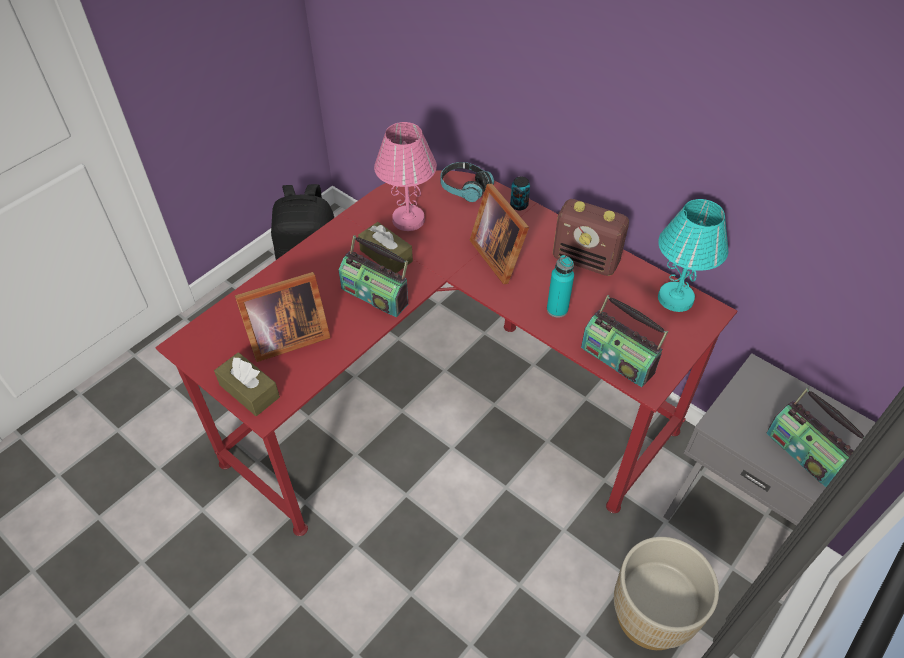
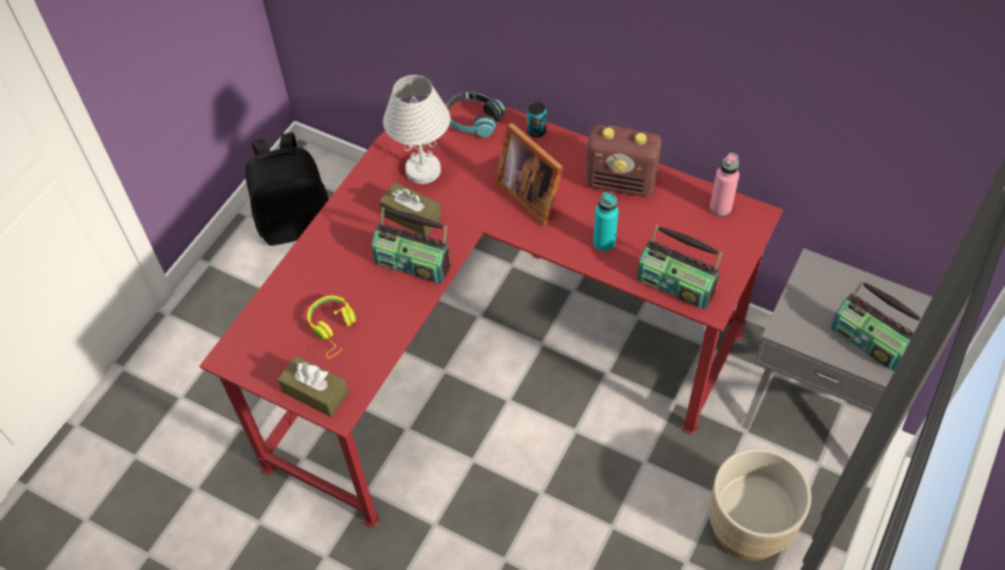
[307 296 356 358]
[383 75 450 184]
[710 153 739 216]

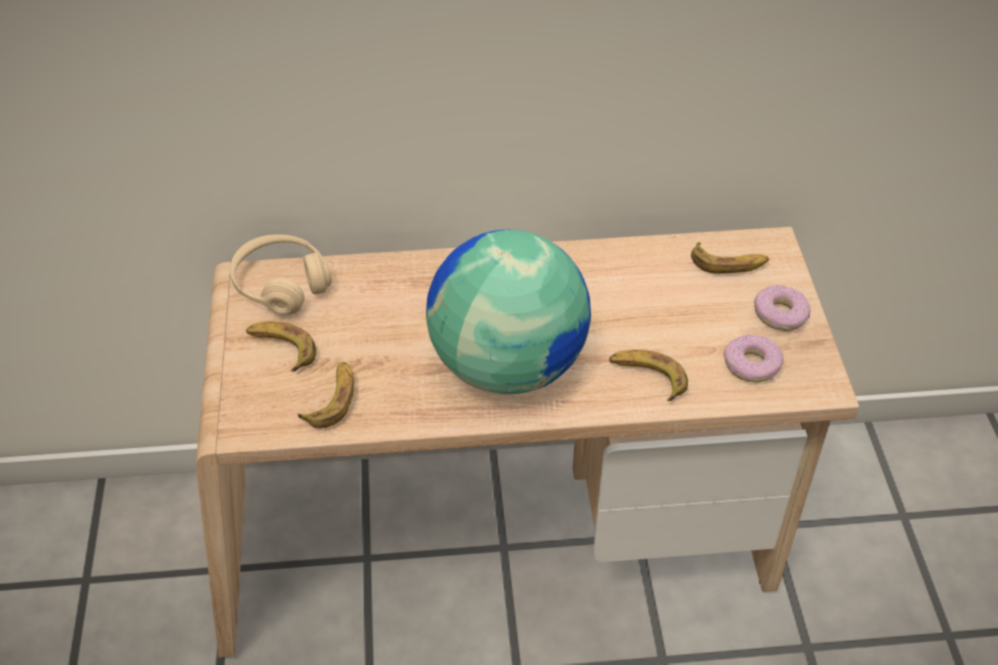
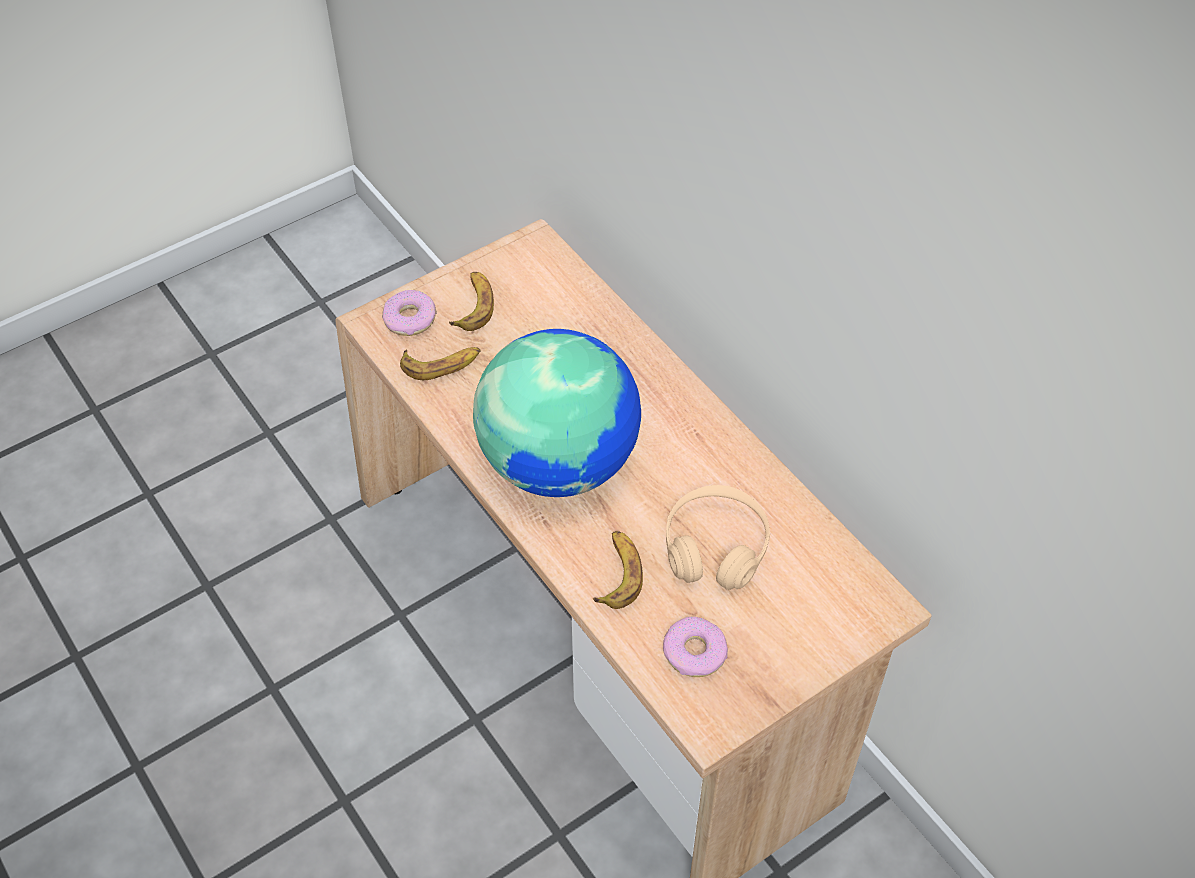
[382 290 437 336]
[666 485 770 590]
[691 242 769 274] (first image)

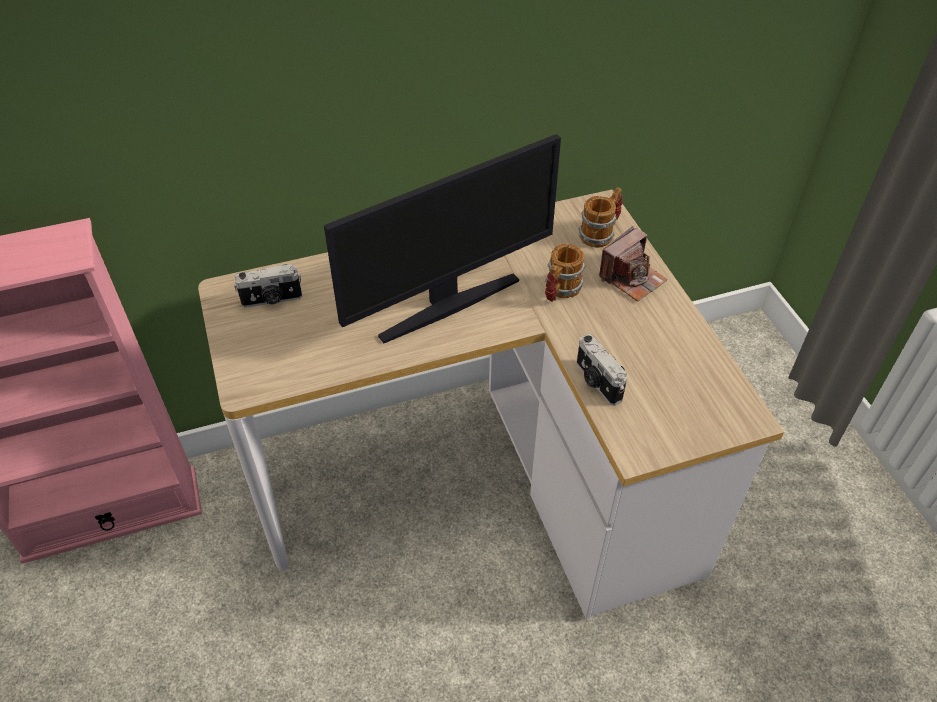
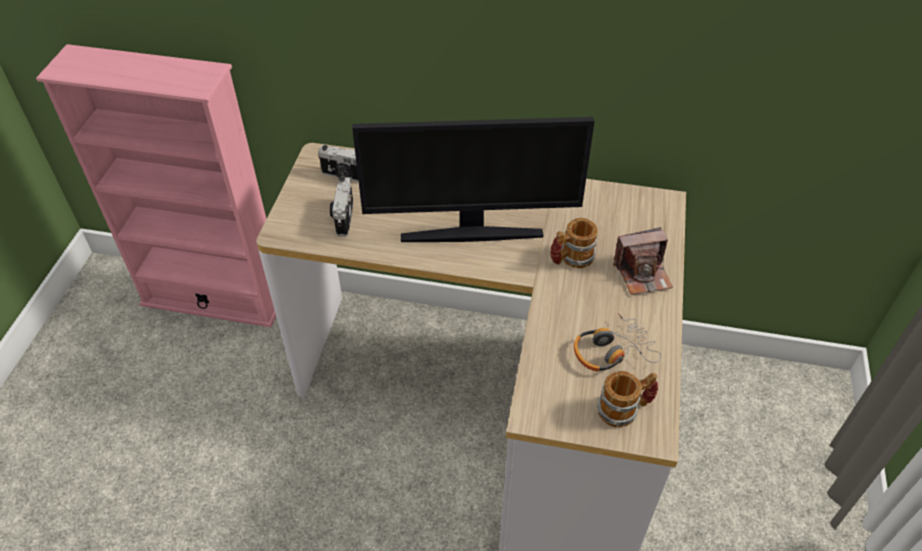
[330 177 353 237]
[574 313 662 372]
[598 371 658 427]

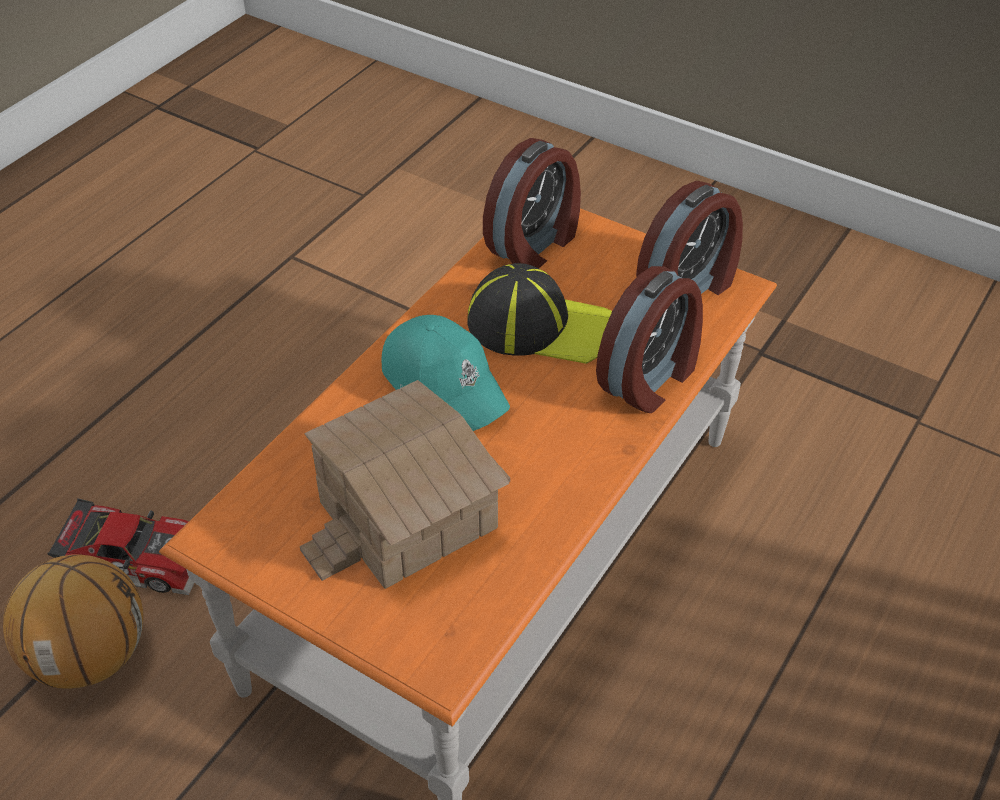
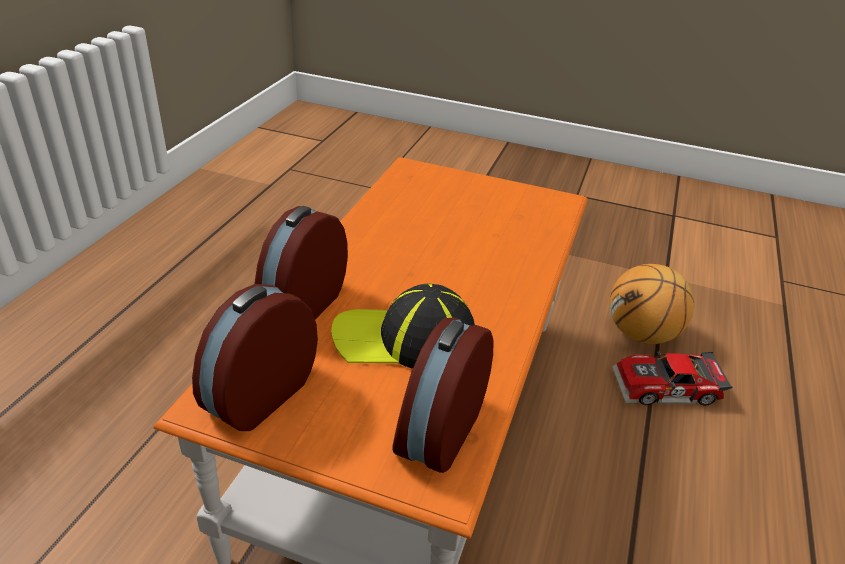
[300 380 510 589] (first image)
[382 315 510 431] (first image)

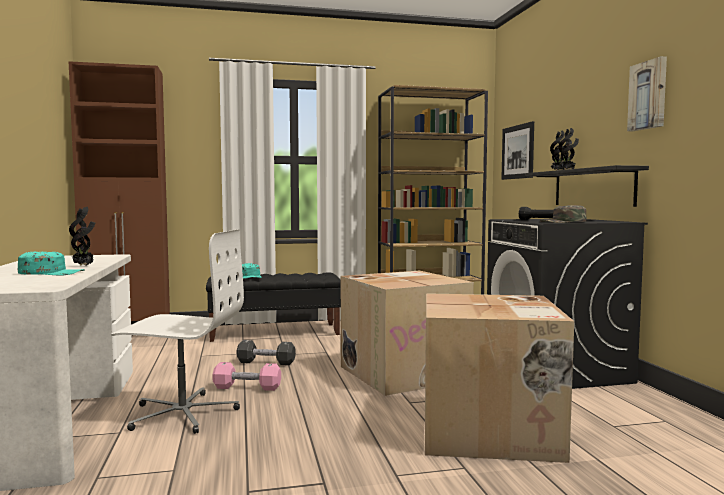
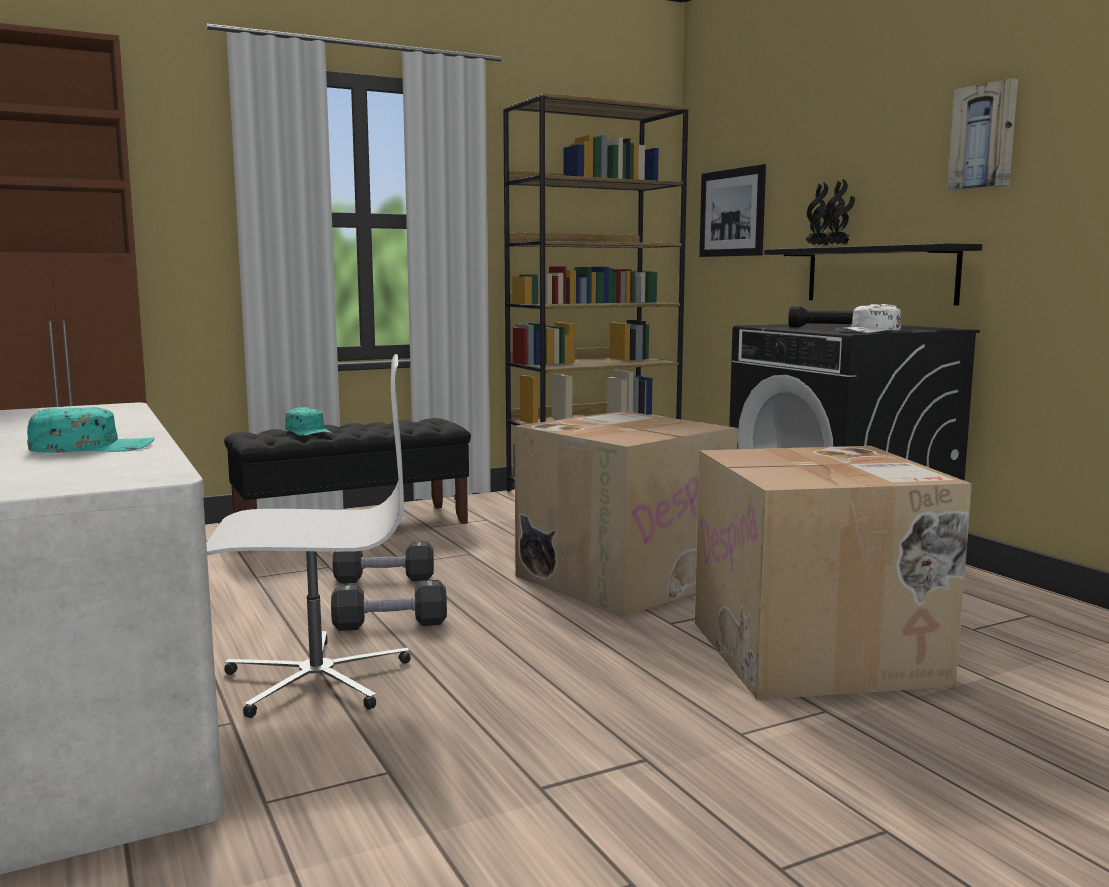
[331 580 447 631]
[835 304 901 333]
[69 207 95 266] (first image)

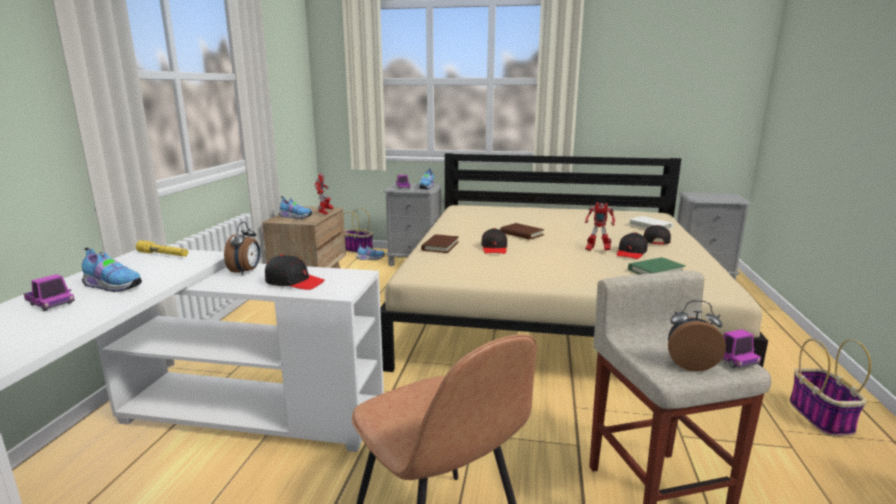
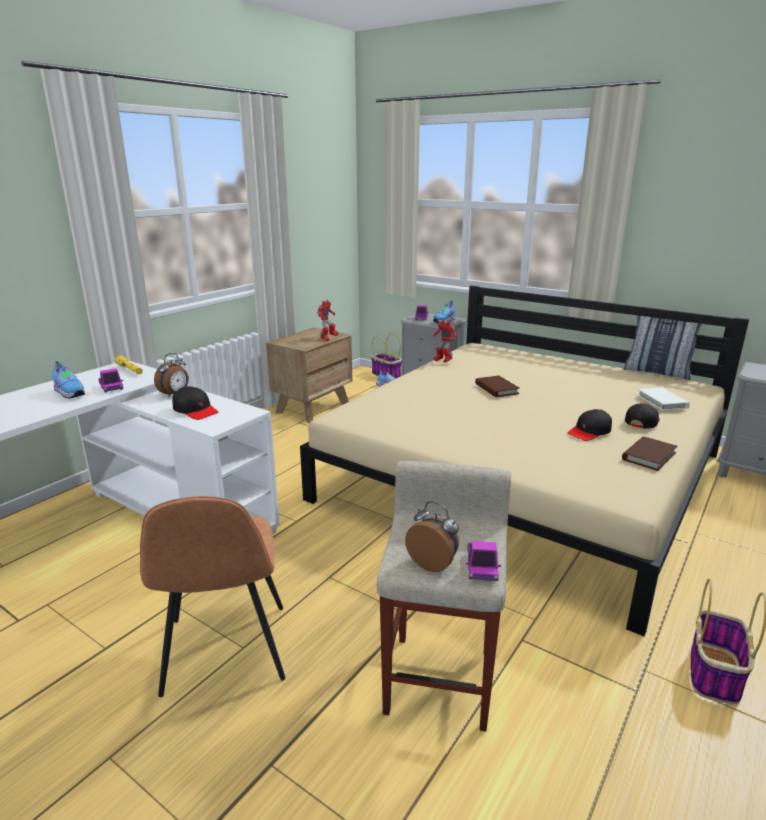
[98 368 123 392]
[433 320 457 362]
[622 436 677 471]
[624 315 701 380]
[278 196 312 219] (first image)
[481 228 507 254] (first image)
[628 257 685 275] (first image)

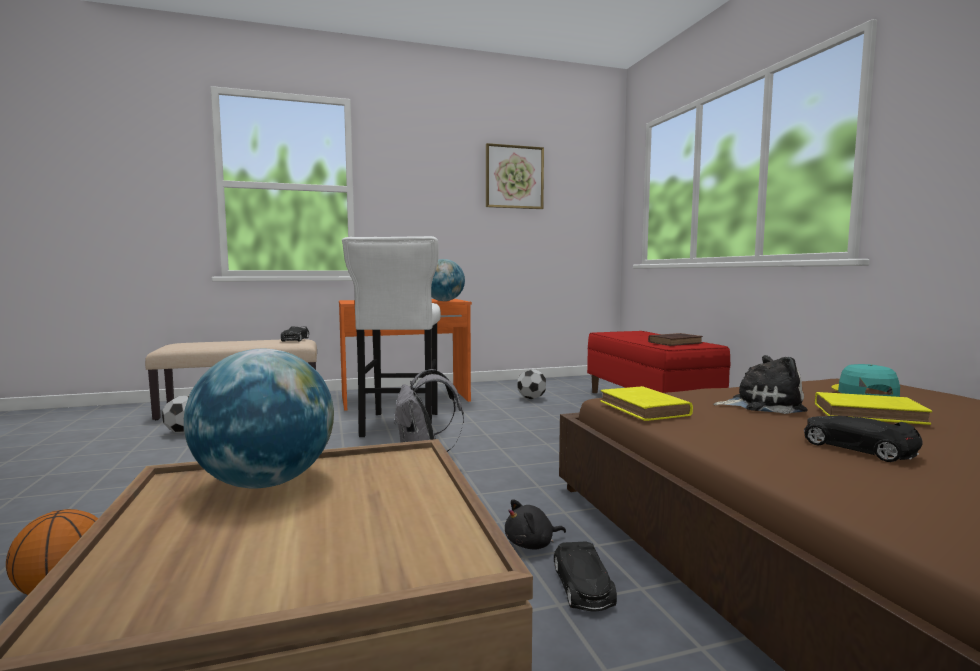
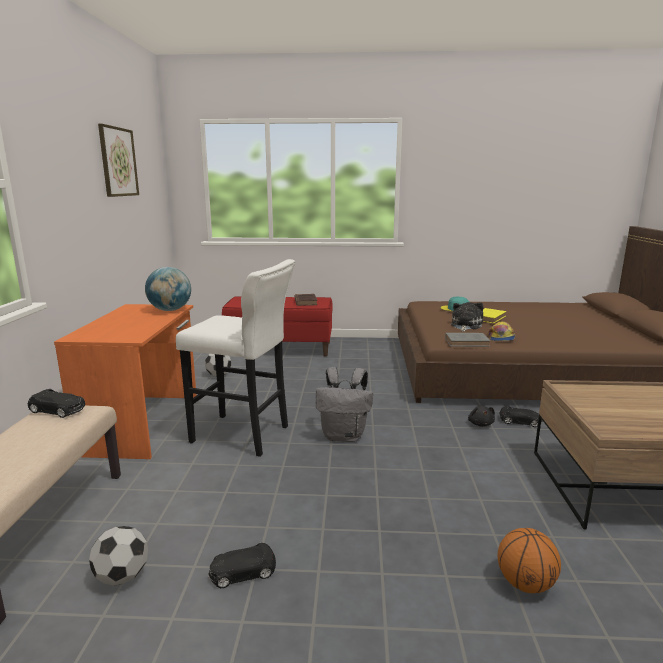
[208 543 276 588]
[445 333 490 347]
[489 321 515 341]
[184 349 334 488] (first image)

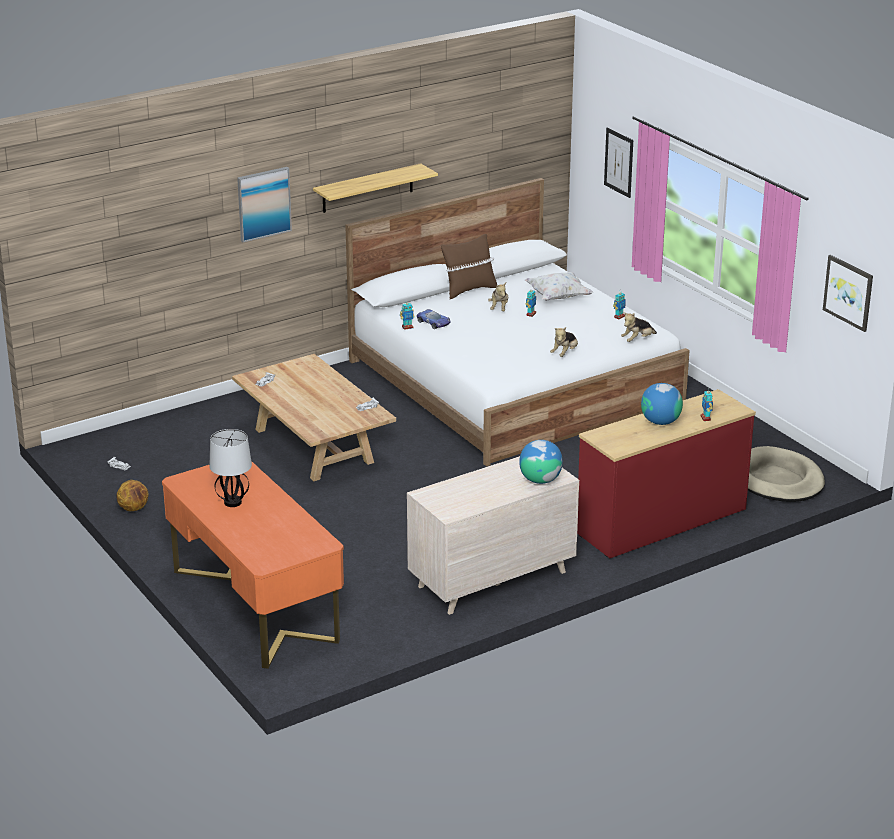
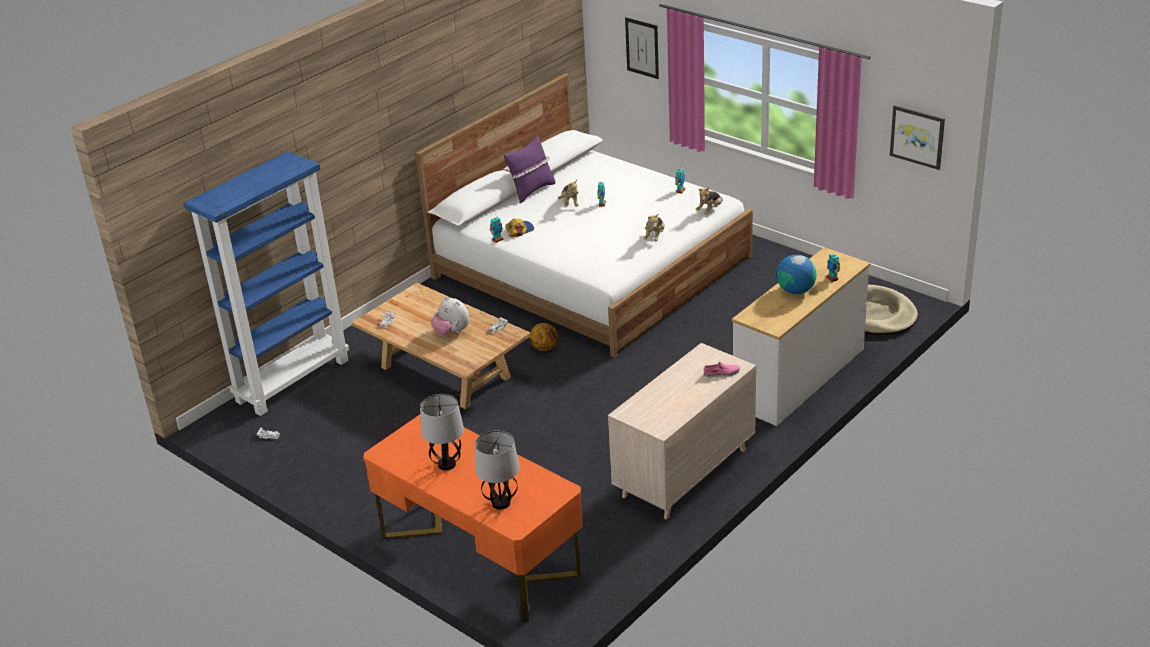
[184 151 349 416]
[431 297 470 336]
[475 430 520 510]
[504 136 556 203]
[505 218 534 237]
[530 323 558 351]
[704 362 740 378]
[732 247 870 426]
[237 167 292 242] (first image)
[313 163 438 213] (first image)
[525 272 593 301] (first image)

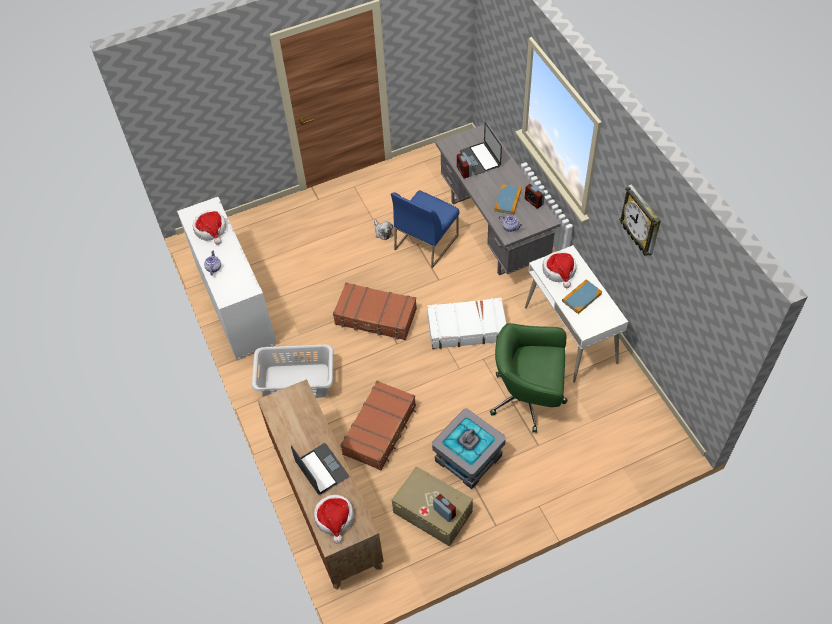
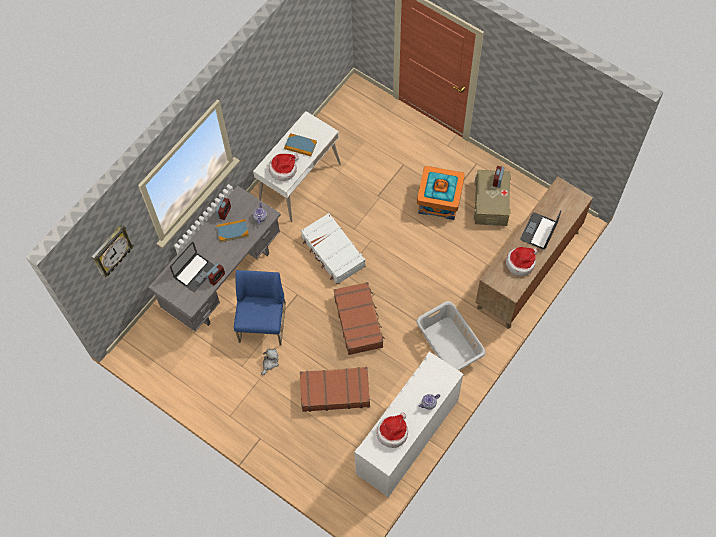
[91 224 134 277]
[234 270 286 346]
[300 367 370 412]
[417 166 465 220]
[506 247 538 276]
[490 323 568 433] (first image)

